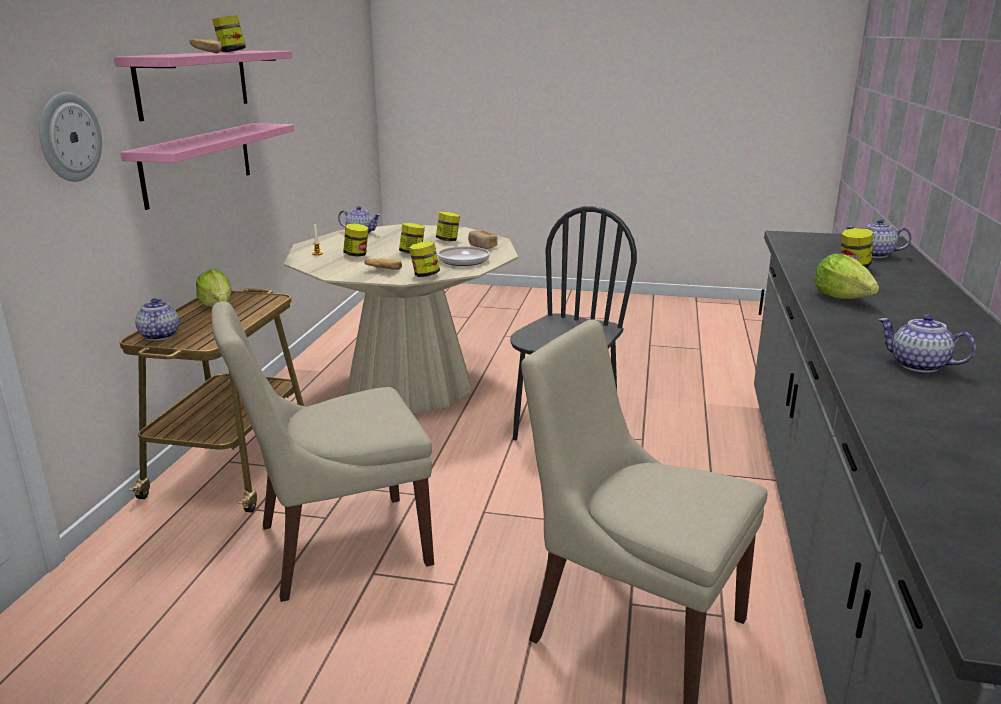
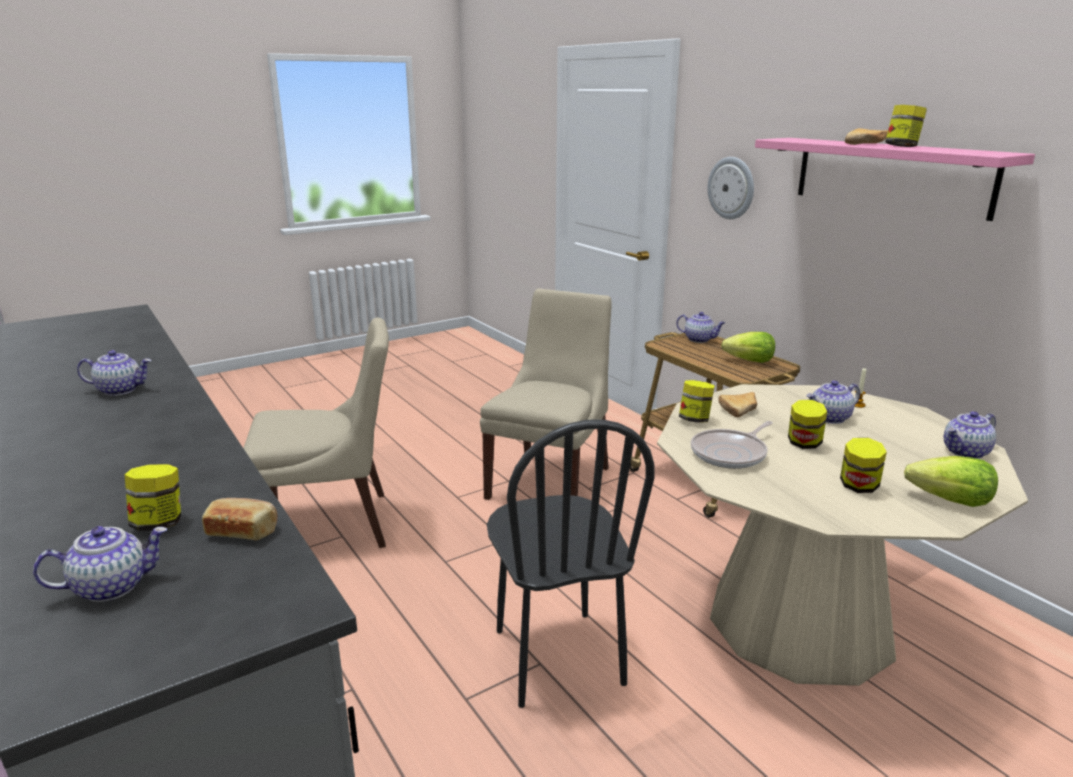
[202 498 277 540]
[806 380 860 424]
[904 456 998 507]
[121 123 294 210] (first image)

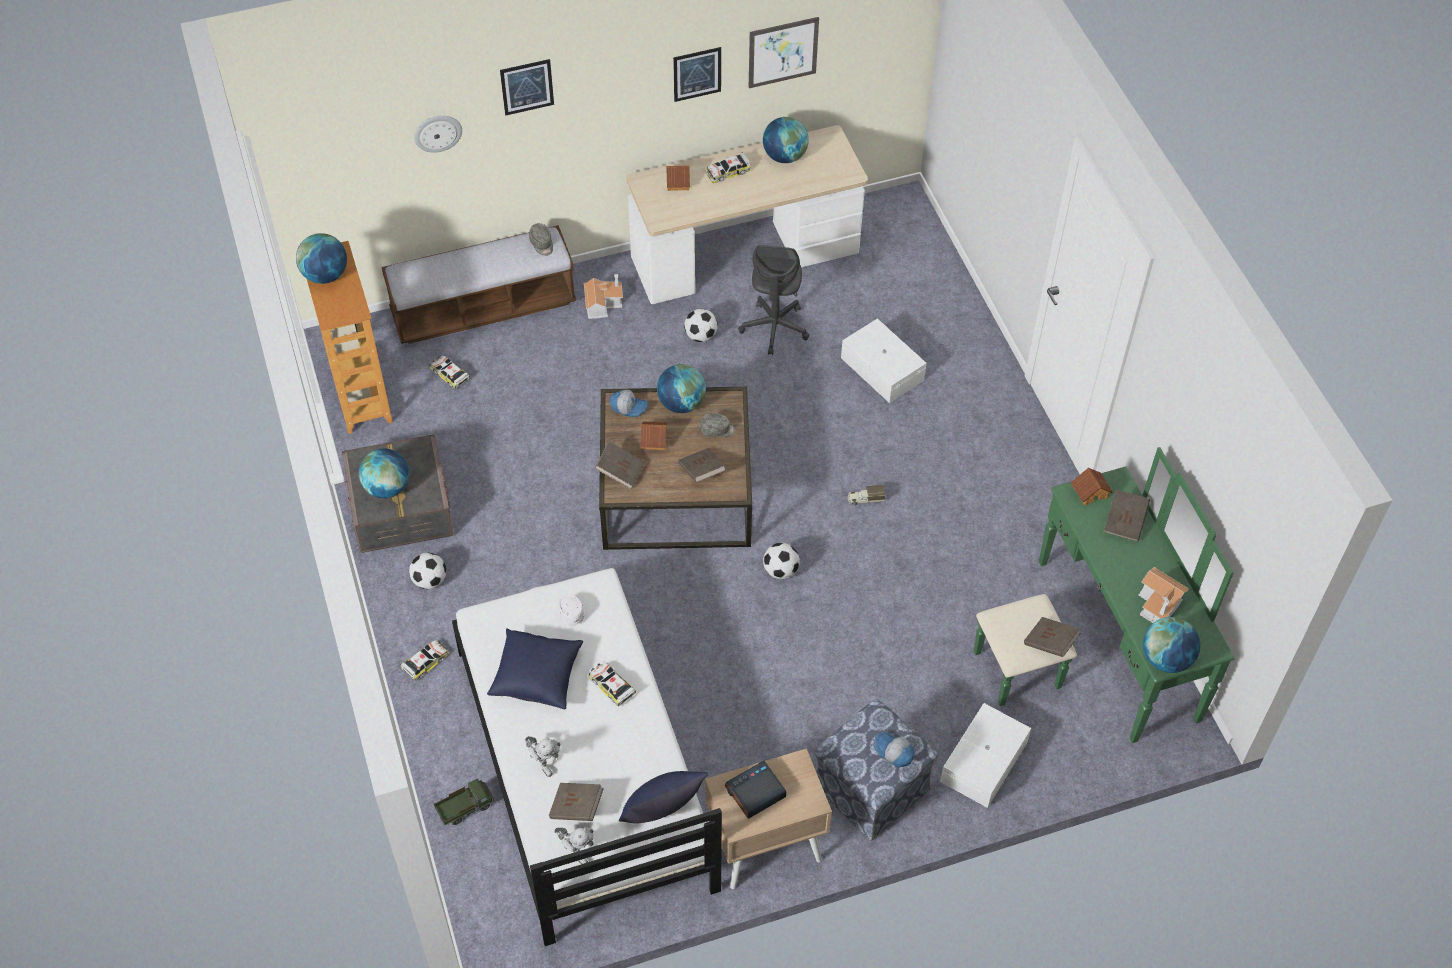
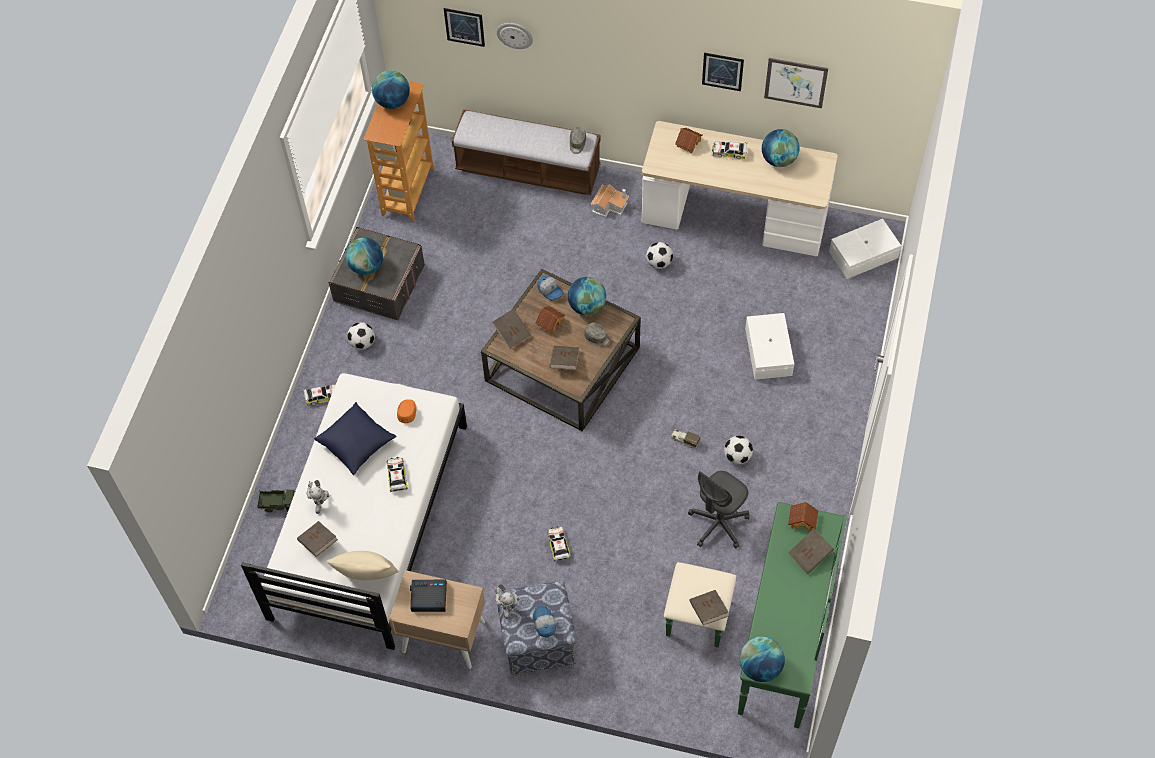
[327 551 399 580]
[397 399 417 424]
[444 8 485 47]
[495 584 520 619]
[547 526 571 562]
[688 471 749 549]
[724 436 753 464]
[829 219 901 279]
[1138 567 1189 623] (first image)

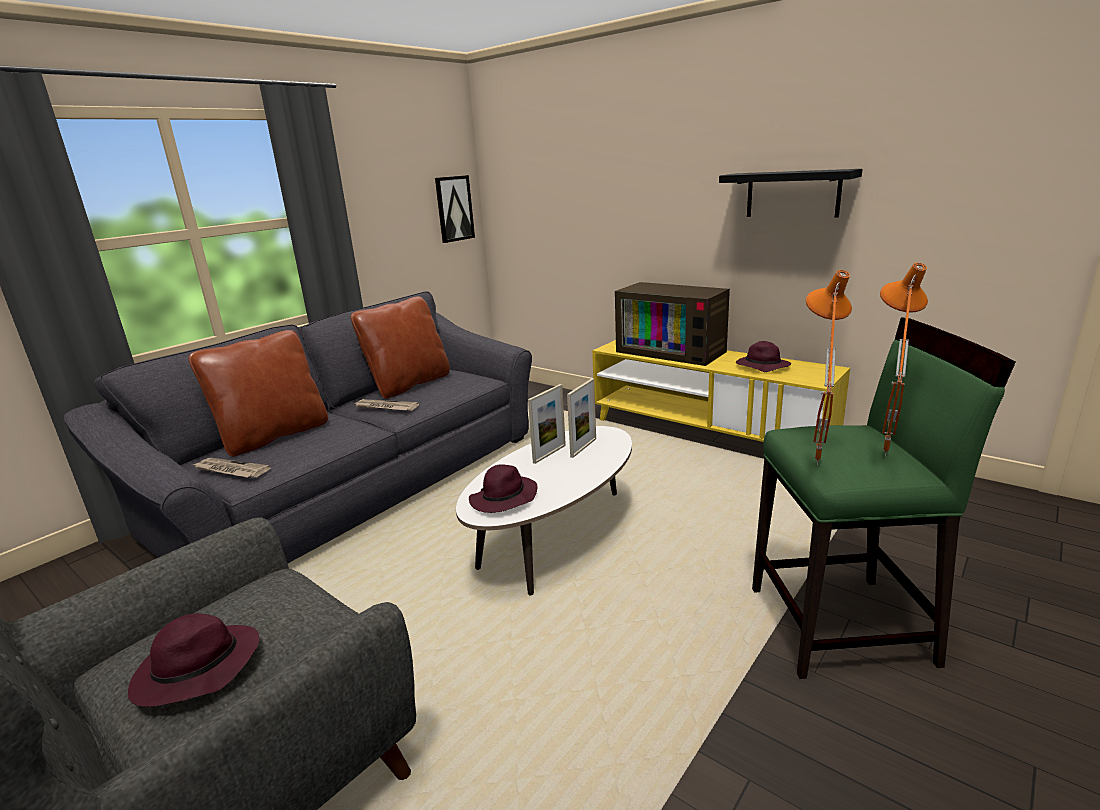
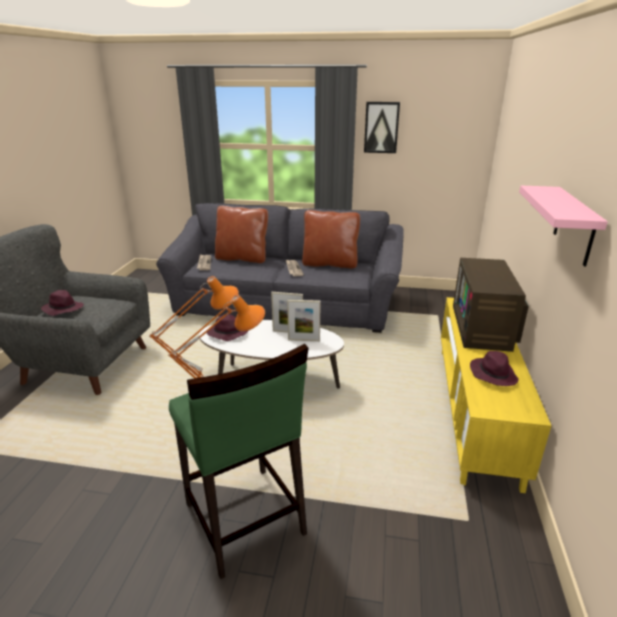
[364 102 400 153]
[519 186 608 266]

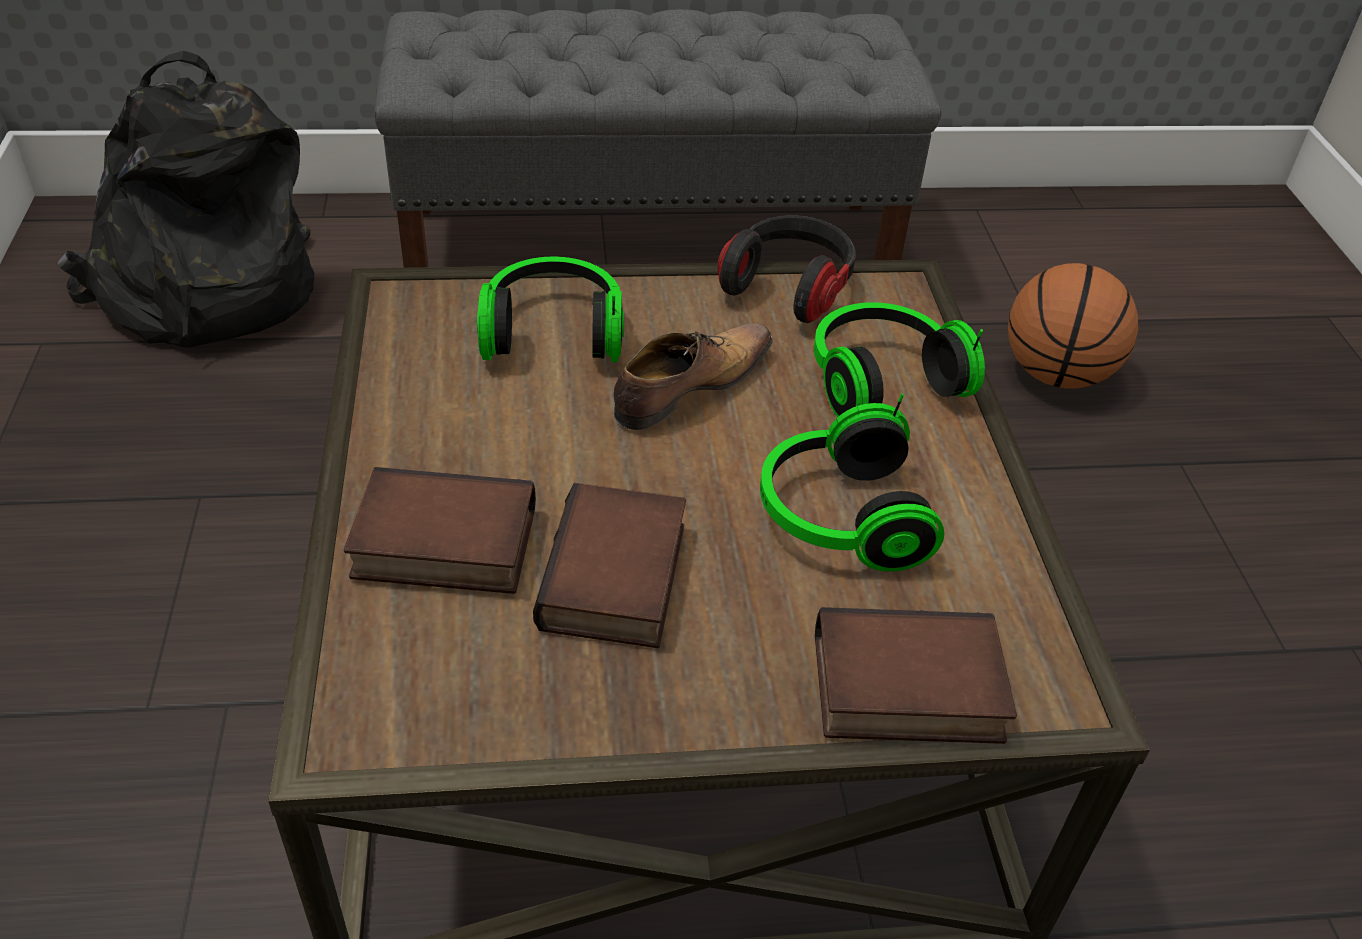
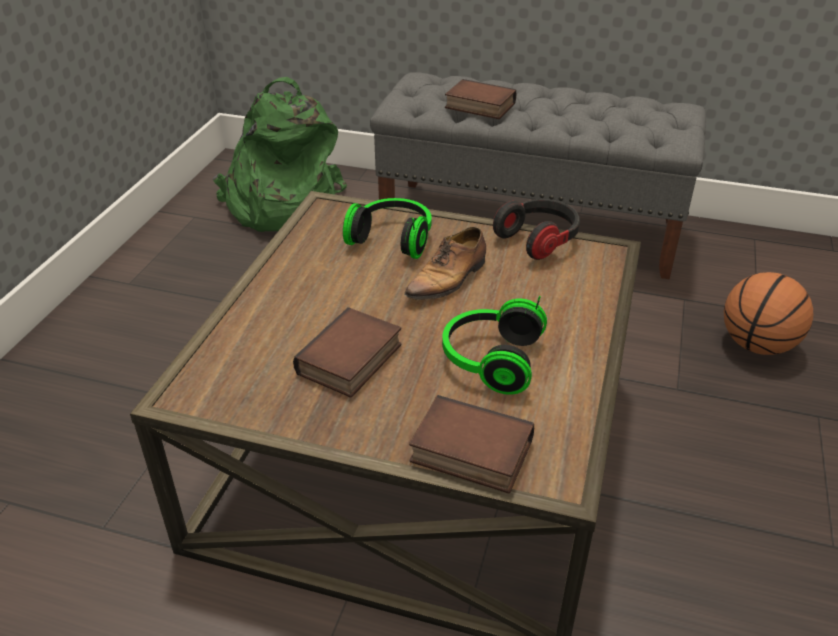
[212 77 347 232]
[404 227 486 300]
[445 79 516 119]
[814 302 985 417] (first image)

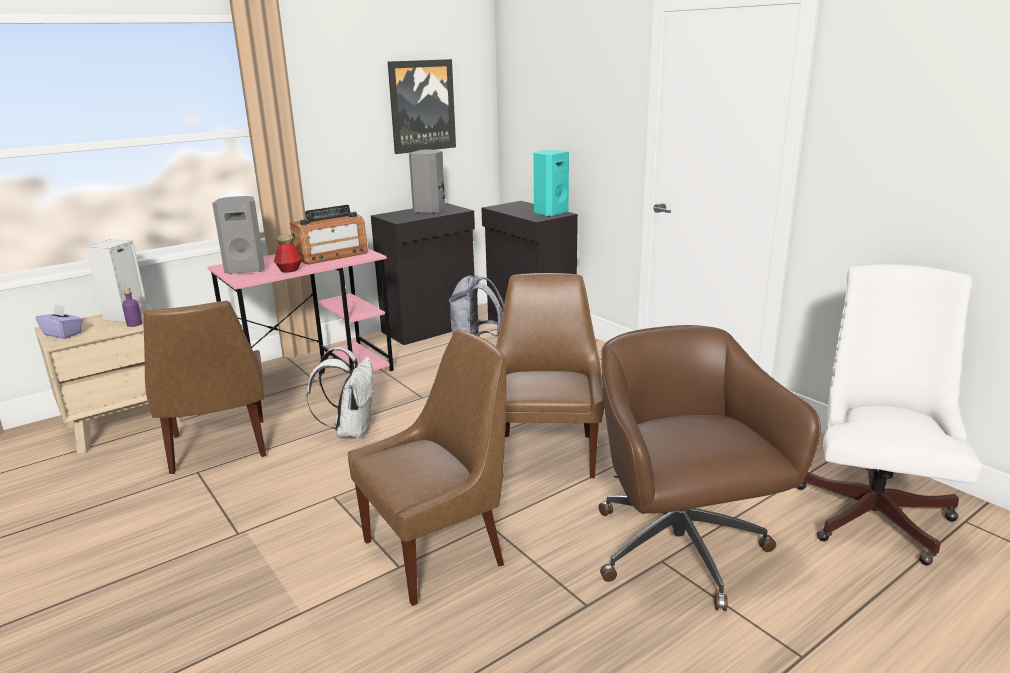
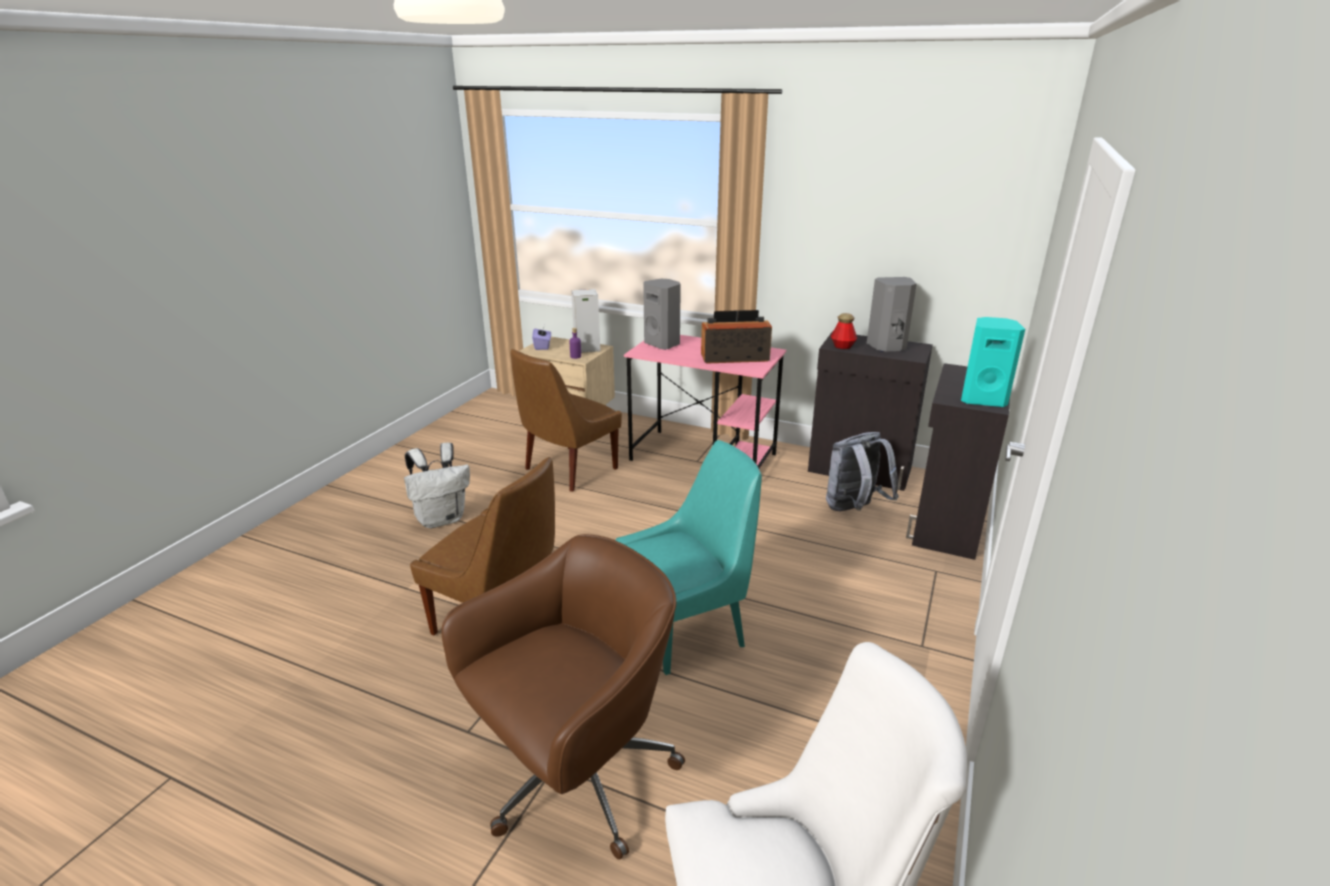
[404 443 470 528]
[616 440 762 675]
[701 310 772 364]
[831 313 857 349]
[388 59 456 154] (first image)

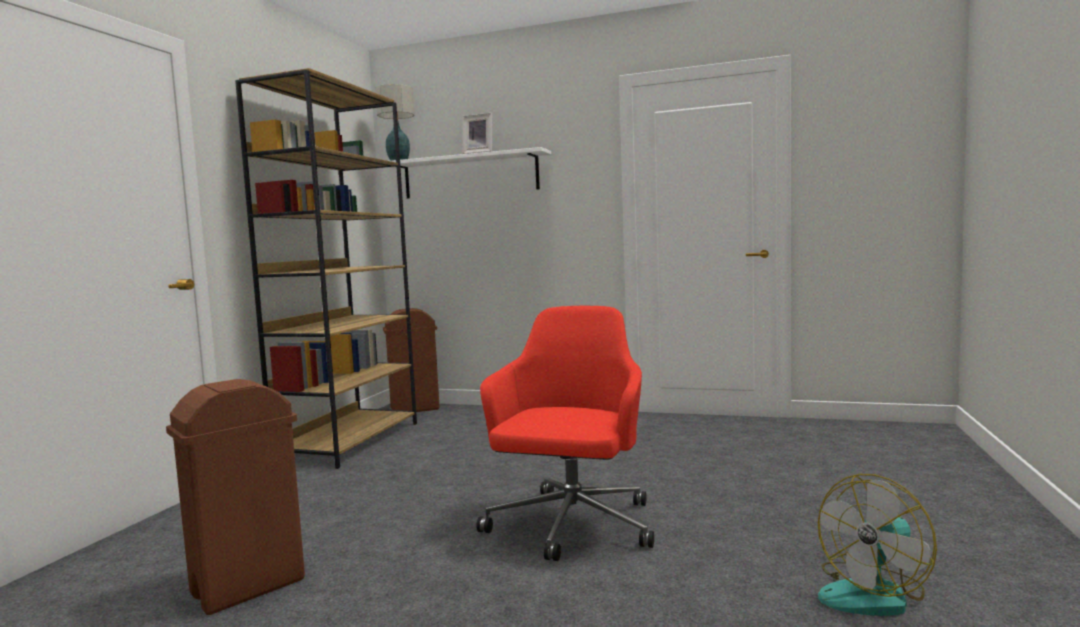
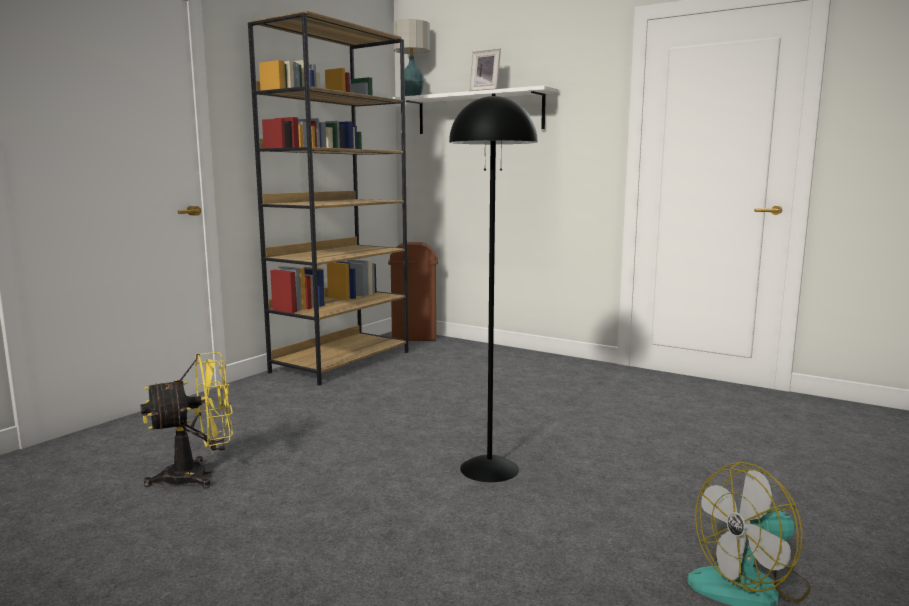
[140 352 233 488]
[449 94 537 482]

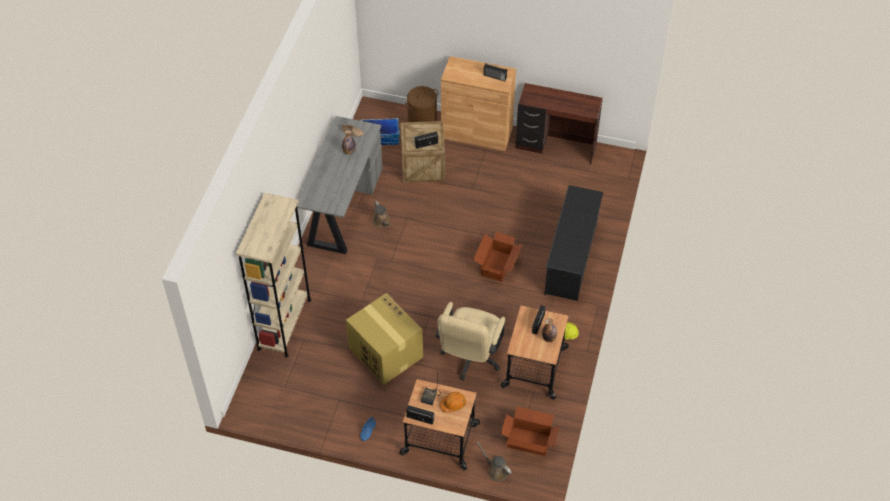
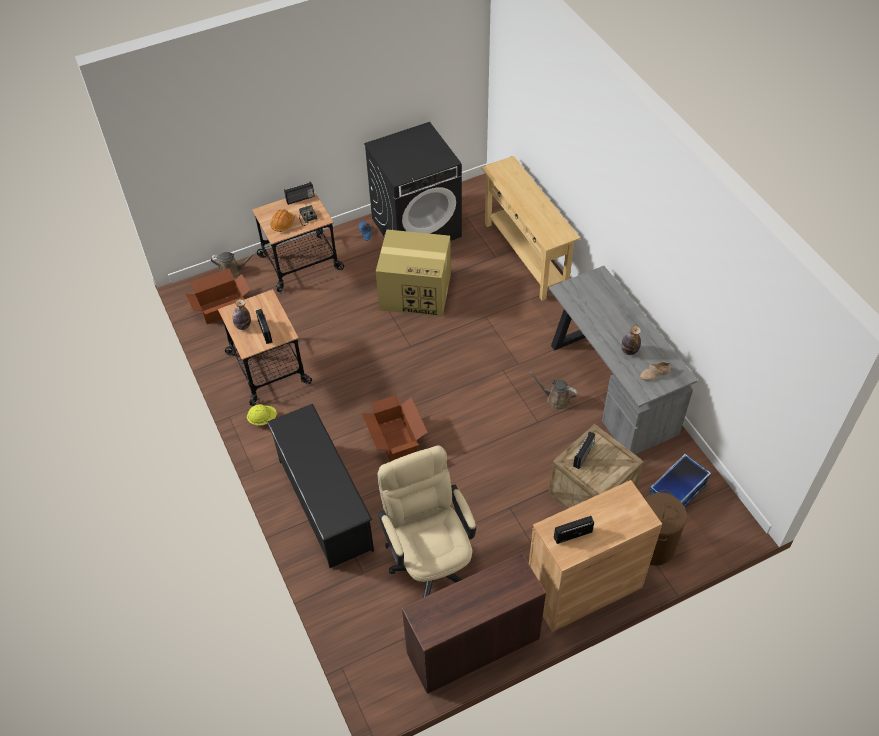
[364 122 462 241]
[378 445 476 598]
[481 156 580 301]

